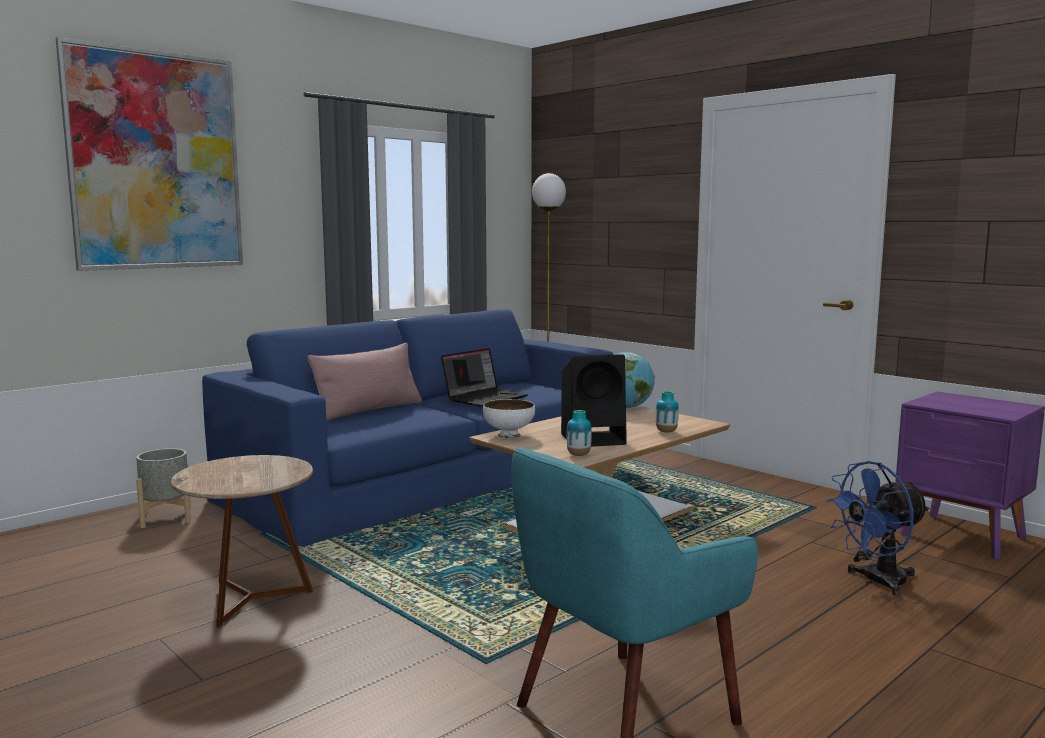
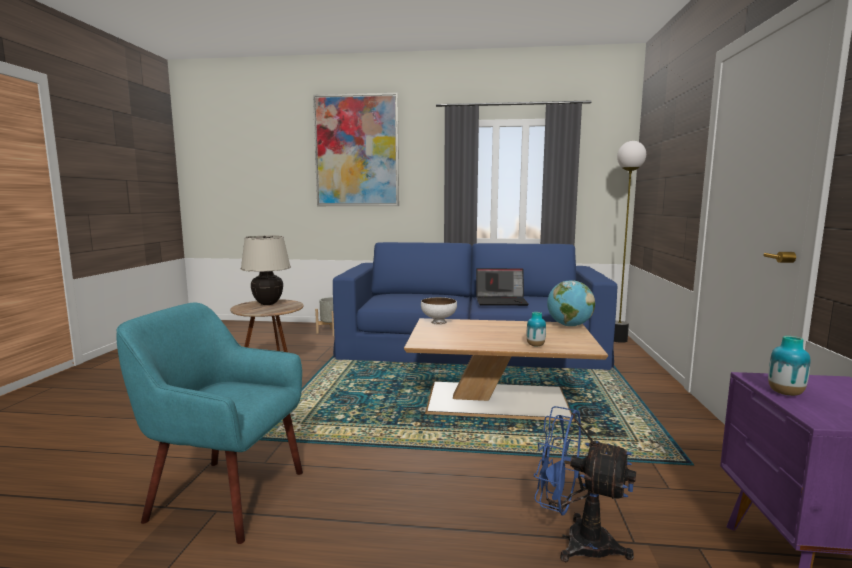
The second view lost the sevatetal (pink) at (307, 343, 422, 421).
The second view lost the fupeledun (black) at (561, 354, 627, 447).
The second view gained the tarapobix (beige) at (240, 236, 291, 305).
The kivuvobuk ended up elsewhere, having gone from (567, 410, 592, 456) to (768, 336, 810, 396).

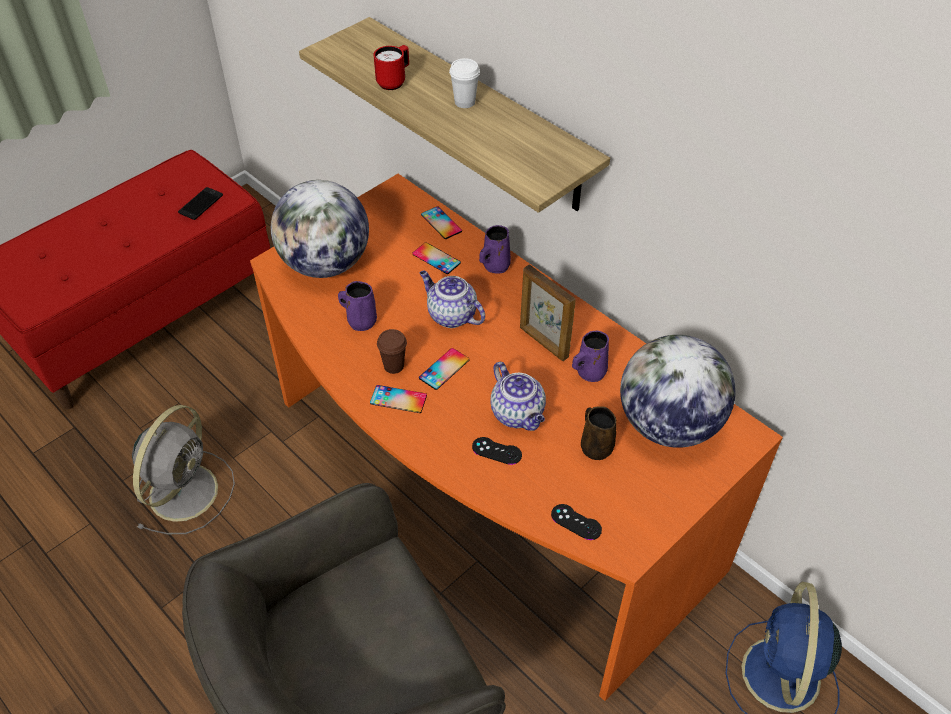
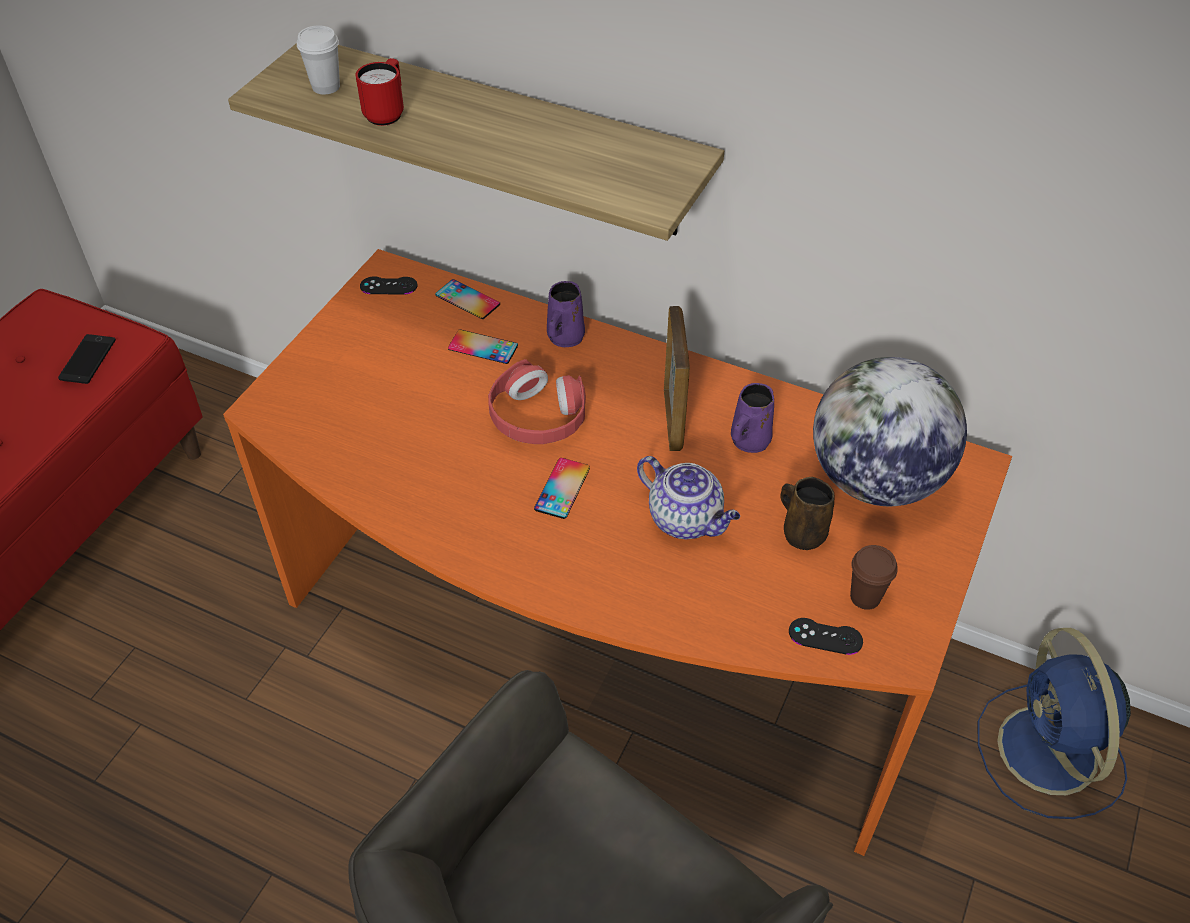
The second view lost the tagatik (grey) at (132, 405, 235, 534).
The second view lost the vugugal at (271, 180, 369, 278).
The second view lost the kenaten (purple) at (338, 281, 377, 331).
The second view lost the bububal at (370, 385, 427, 413).
The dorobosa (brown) ended up elsewhere, having gone from (377, 329, 407, 374) to (850, 545, 898, 610).
The dorobosa (white) ended up elsewhere, having gone from (449, 58, 480, 108) to (297, 25, 340, 95).
The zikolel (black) ended up elsewhere, having gone from (472, 437, 522, 465) to (360, 276, 417, 295).
Where the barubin stood at (420, 271, 485, 328), the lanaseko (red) came to stand at (488, 359, 586, 444).
The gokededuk at (520, 264, 575, 361) ended up facing another way, 120 degrees counterclockwise from before.

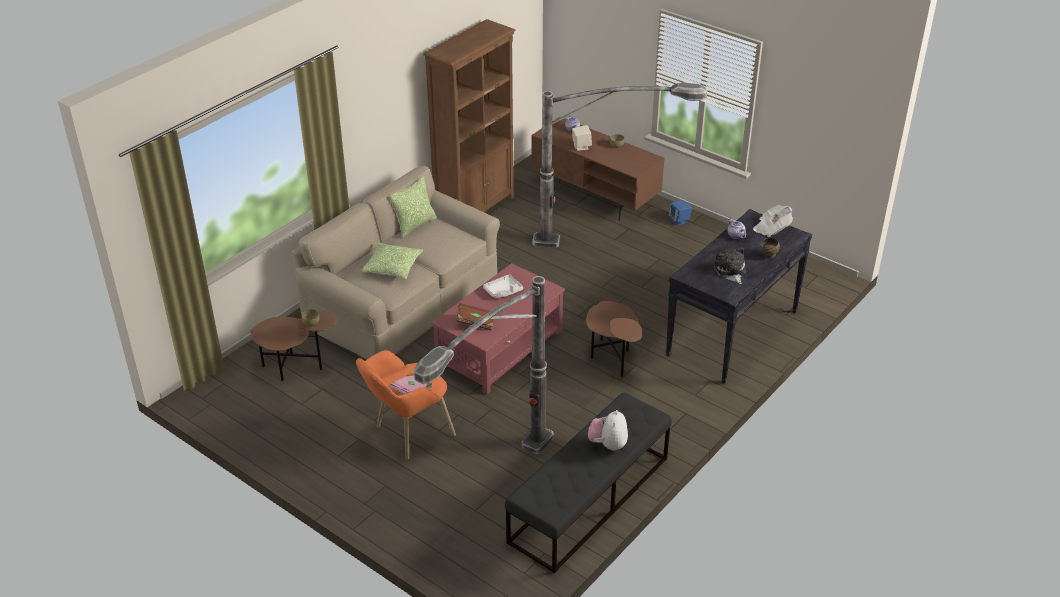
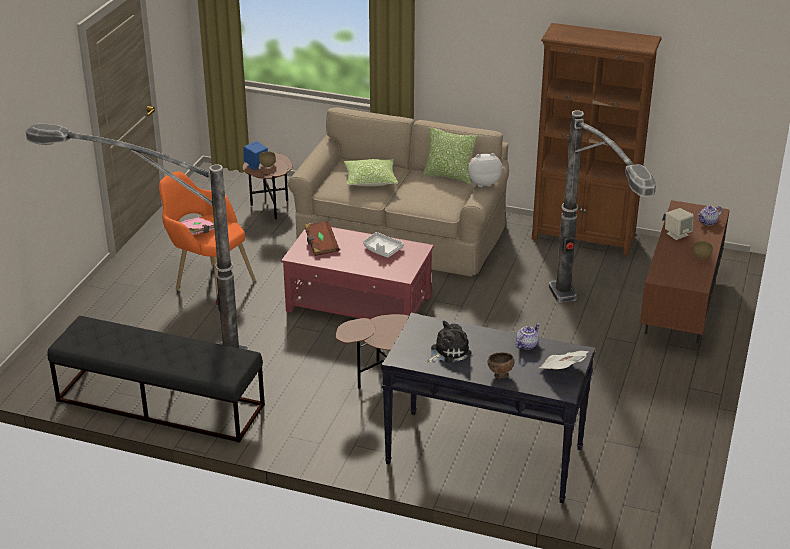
The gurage ended up elsewhere, having gone from (588, 410, 628, 451) to (468, 153, 502, 187).
The fupeledun (blue) ended up elsewhere, having gone from (669, 200, 692, 226) to (244, 141, 268, 170).

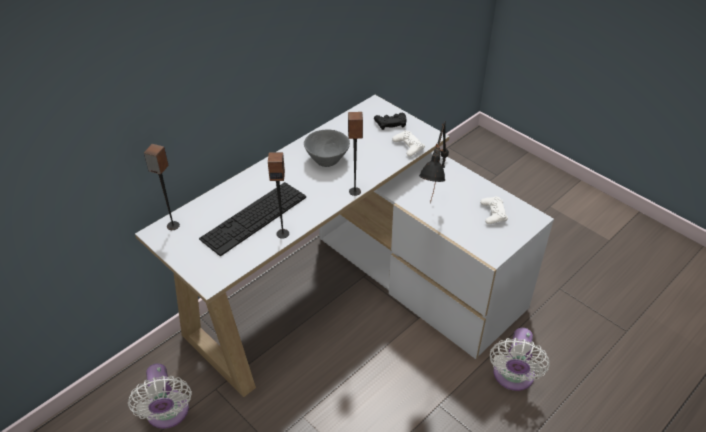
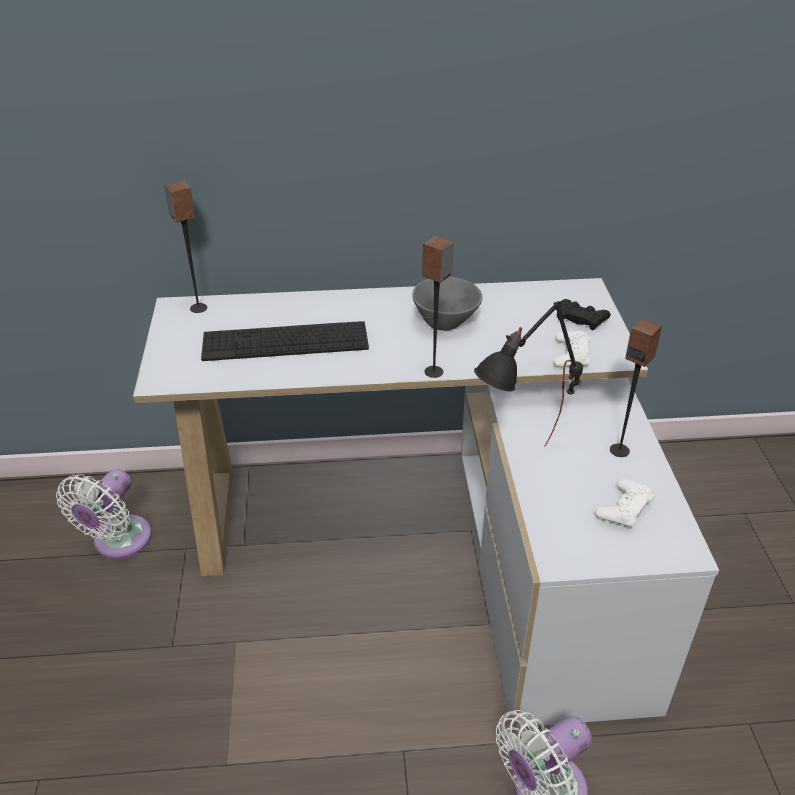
The fupeledun ended up elsewhere, having gone from (268, 152, 289, 239) to (610, 318, 662, 457).

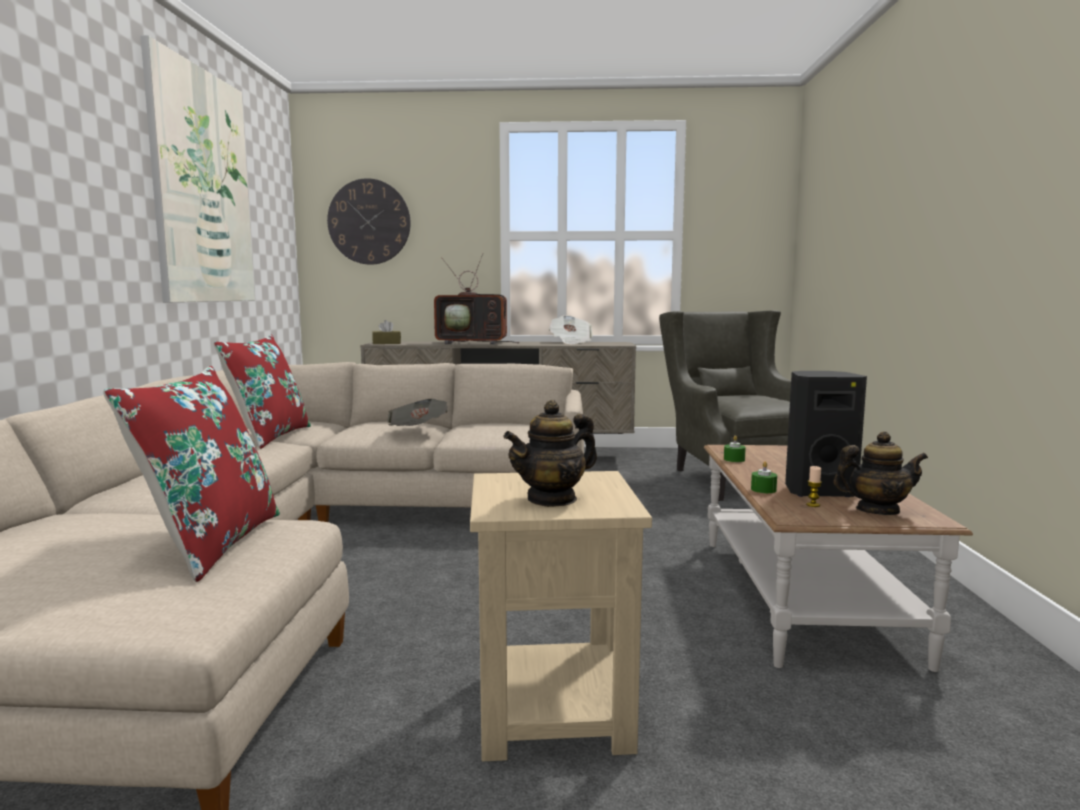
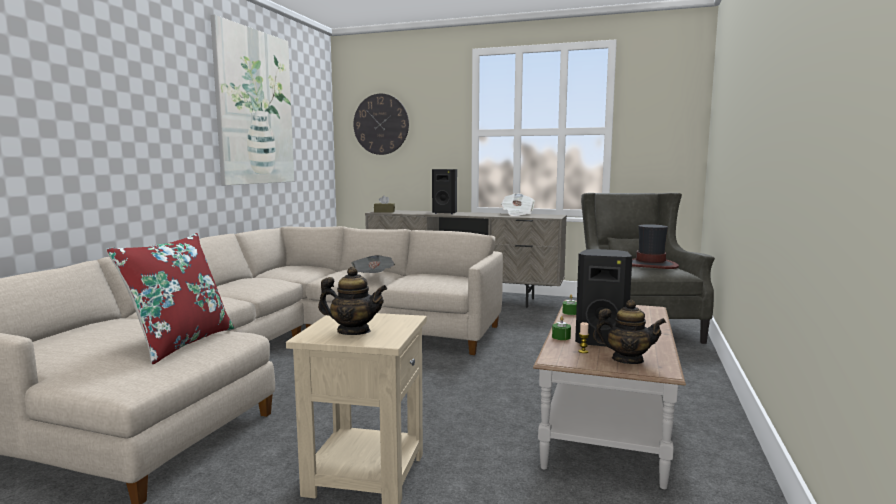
The second view lost the sevatetal (red) at (213, 334, 311, 449).
The second view gained the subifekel at (632, 224, 679, 269).
Where the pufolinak stood at (434, 253, 519, 344), the fupeledun (black) came to stand at (432, 169, 457, 214).
The barubin at (504, 400, 597, 507) ended up facing another way, 150 degrees counterclockwise from before.

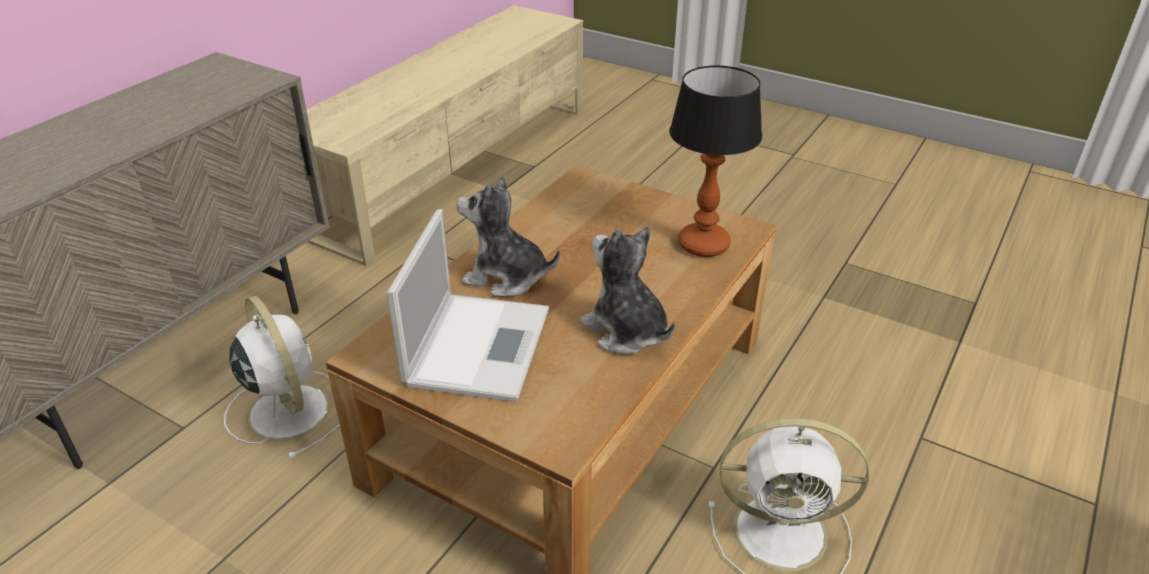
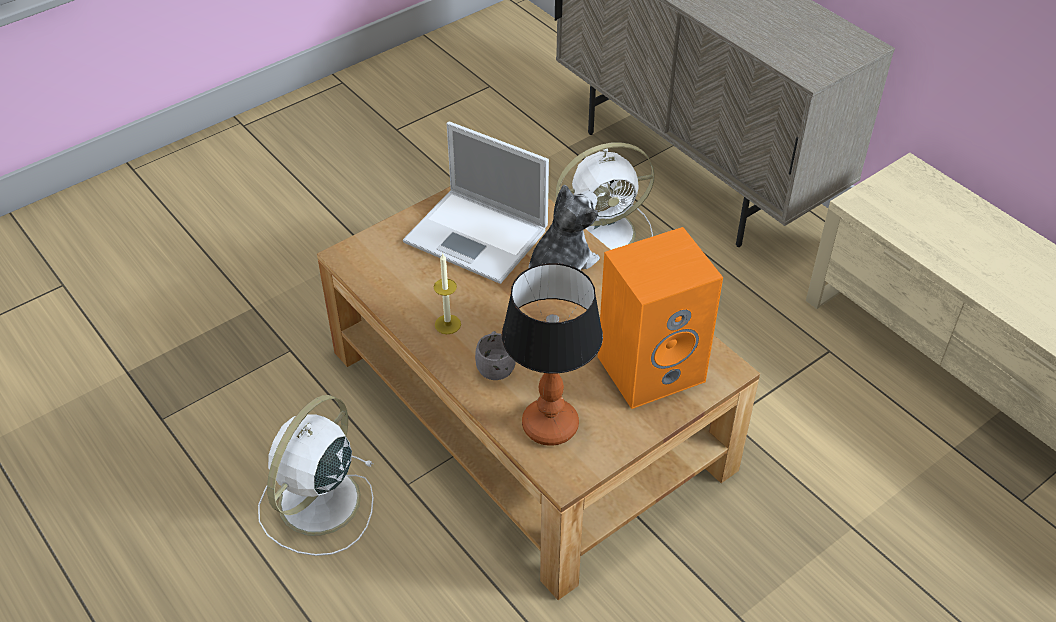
The second view gained the kenaten (grey) at (475, 331, 516, 380).
The second view gained the fupeledun (orange) at (598, 227, 723, 409).
Where the gurage stood at (580, 226, 675, 355), the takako came to stand at (434, 254, 461, 334).

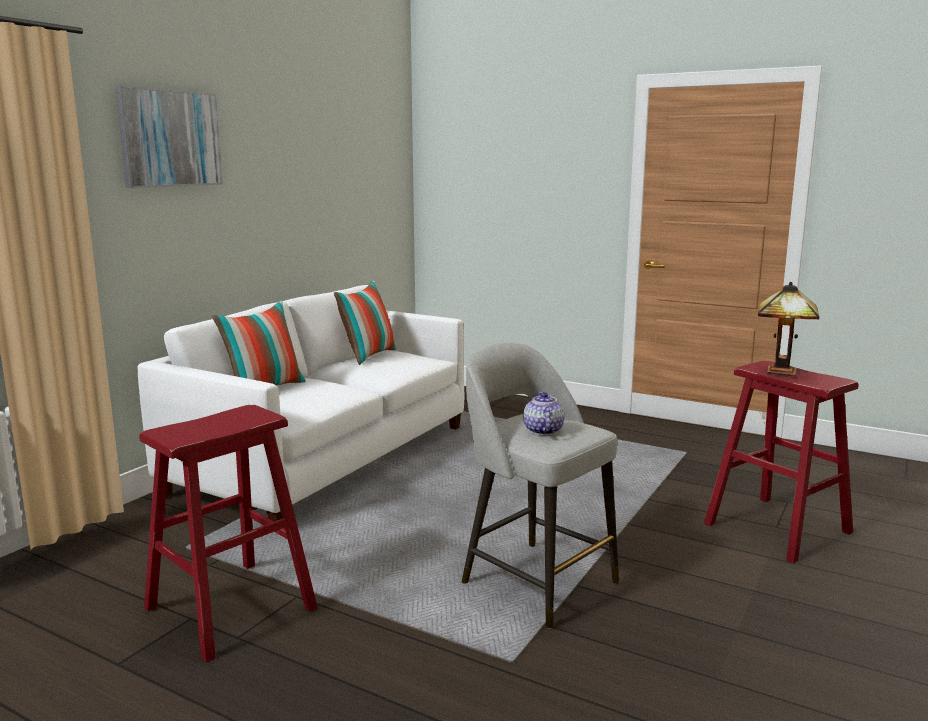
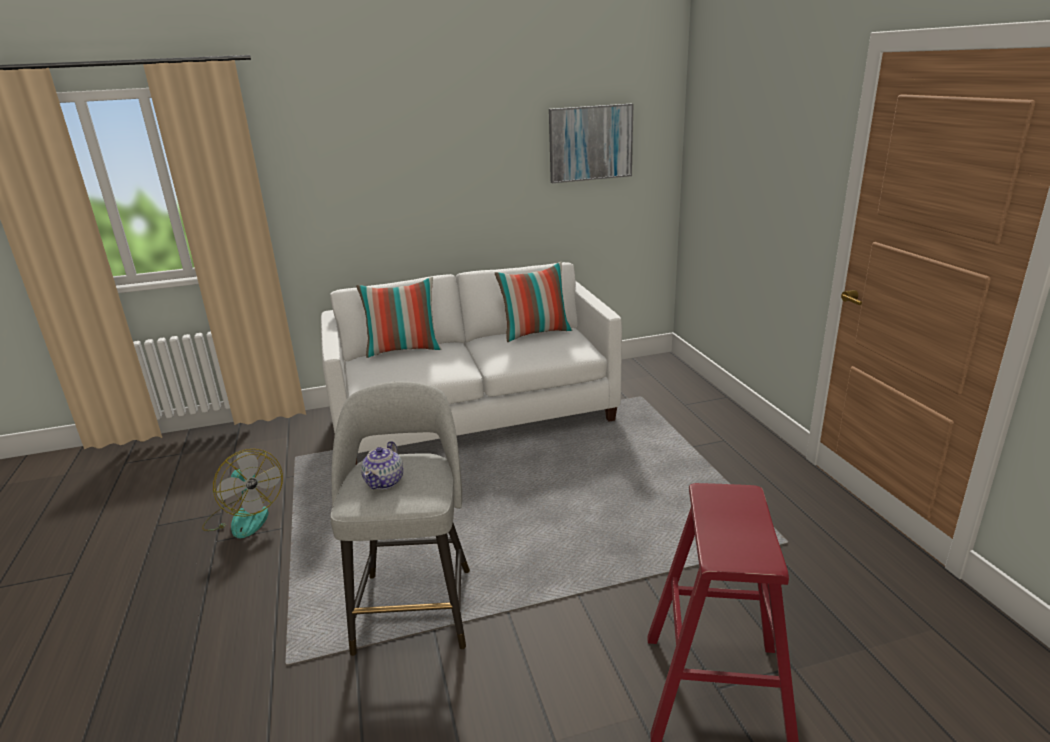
The second view lost the tarapobix at (758, 282, 819, 376).
The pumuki ended up elsewhere, having gone from (115, 85, 223, 188) to (549, 104, 633, 183).
Where the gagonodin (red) stood at (139, 405, 318, 663), the tagatik came to stand at (202, 449, 283, 538).
The barubin at (523, 392, 565, 435) ended up facing another way, 150 degrees clockwise from before.

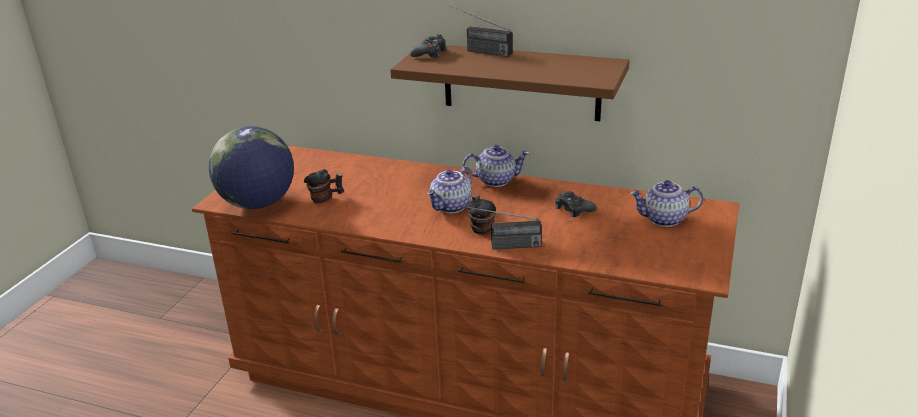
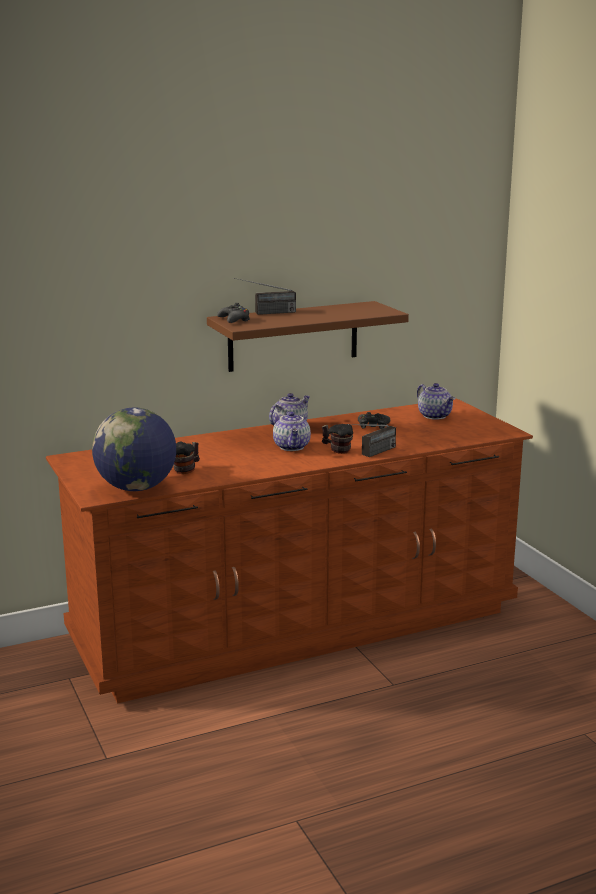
The barubin at (630, 180, 703, 227) ended up facing another way, 75 degrees counterclockwise from before.

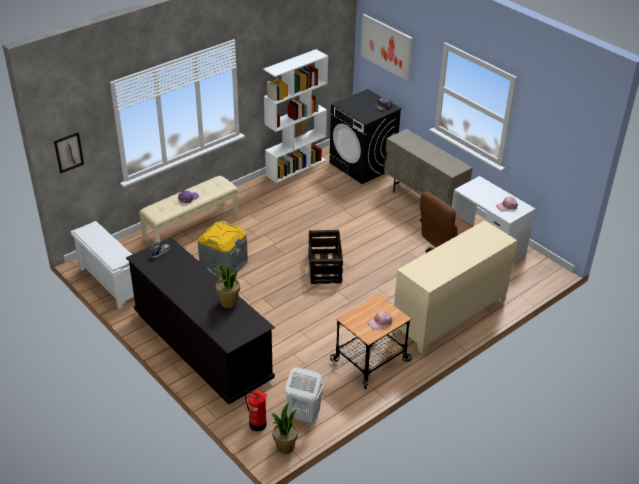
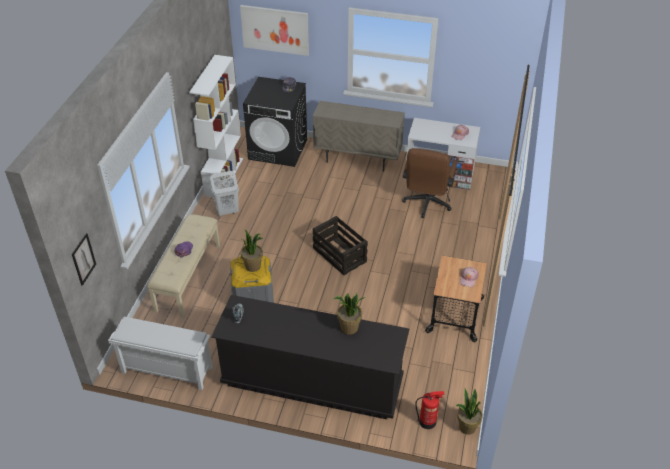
The second view lost the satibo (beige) at (393, 220, 517, 354).
The second view gained the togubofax at (241, 230, 263, 272).
The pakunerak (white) ended up elsewhere, having gone from (286, 367, 324, 424) to (210, 171, 239, 217).

